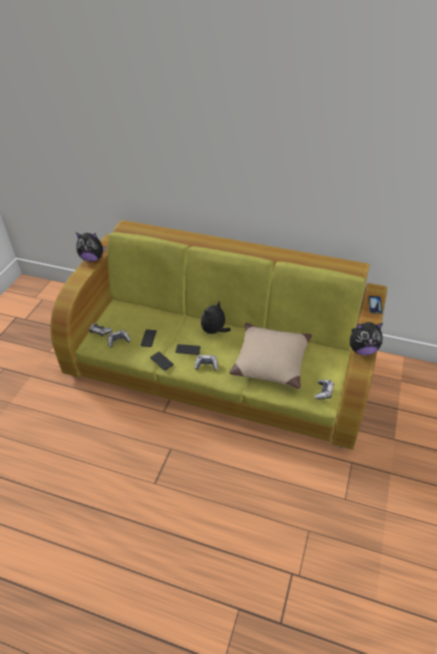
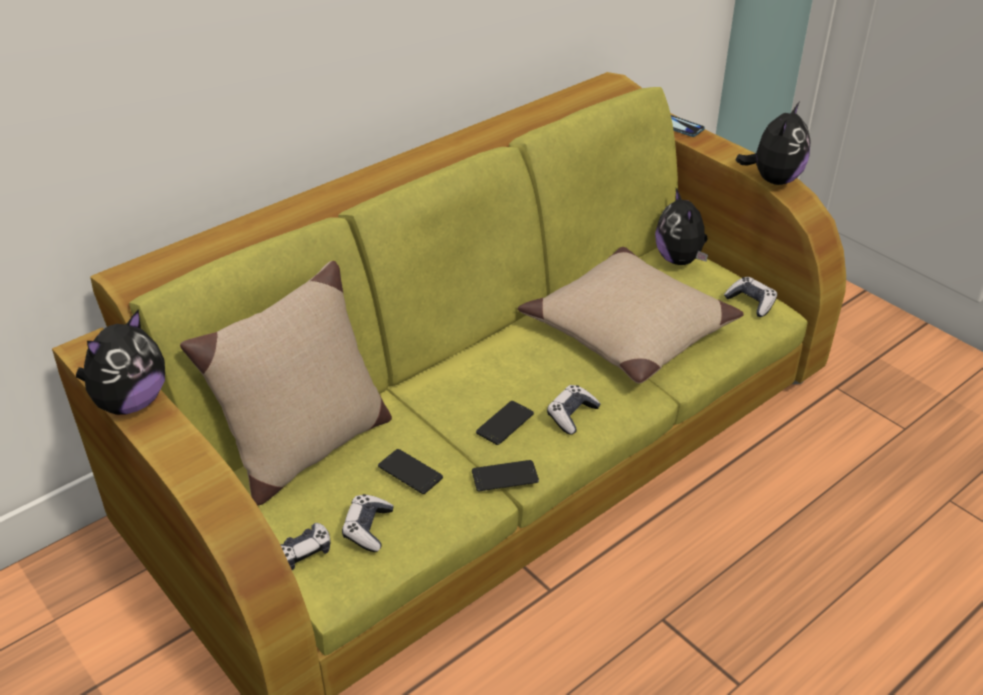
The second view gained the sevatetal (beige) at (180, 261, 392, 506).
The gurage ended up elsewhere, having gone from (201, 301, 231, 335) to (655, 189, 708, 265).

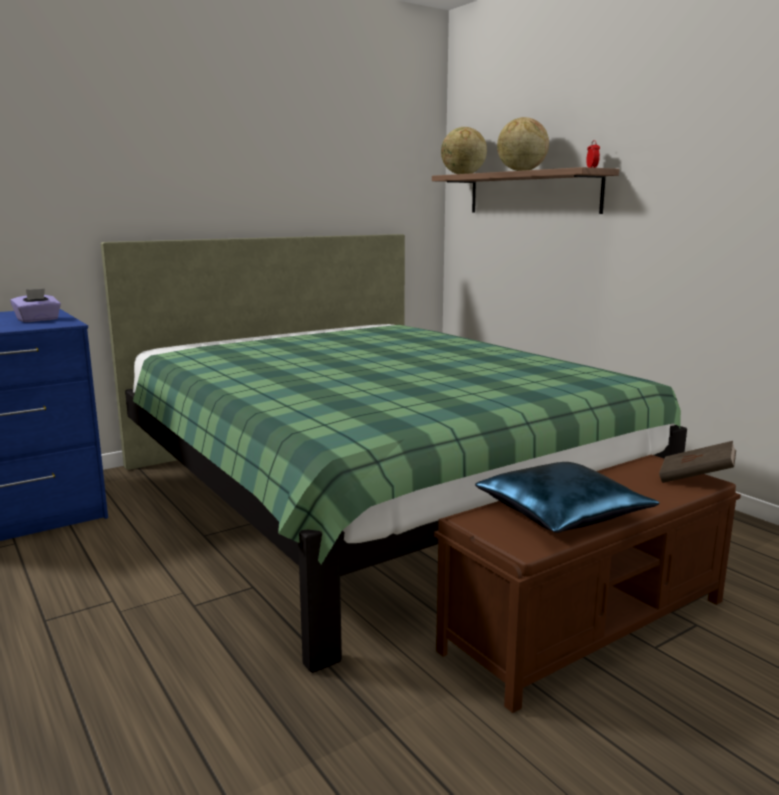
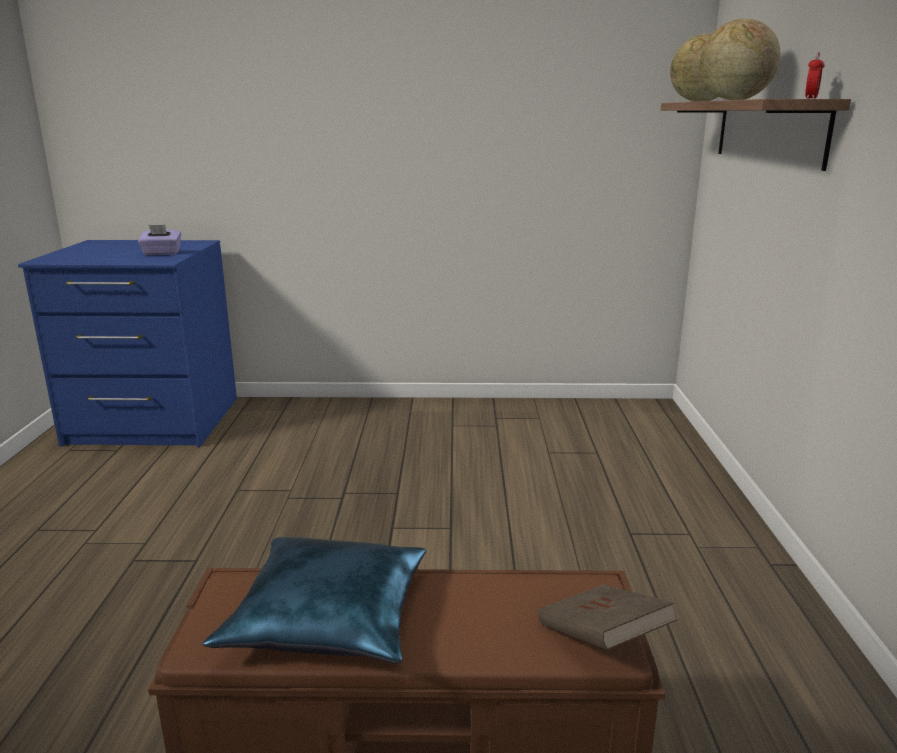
The second view lost the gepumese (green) at (101, 234, 687, 673).

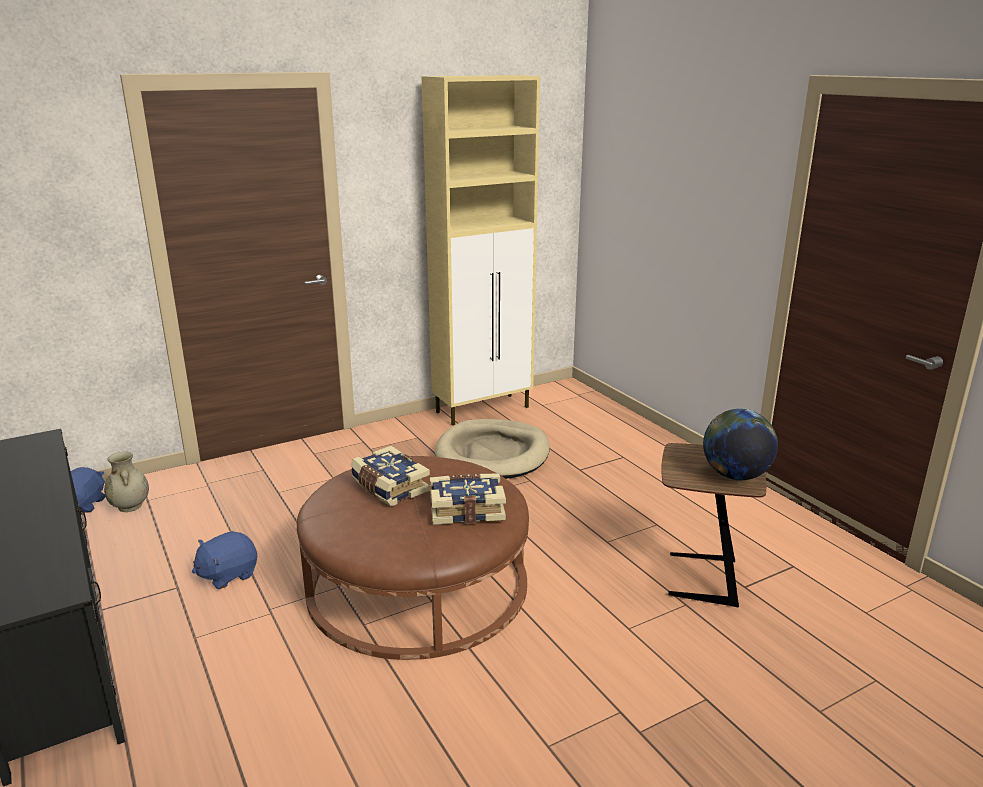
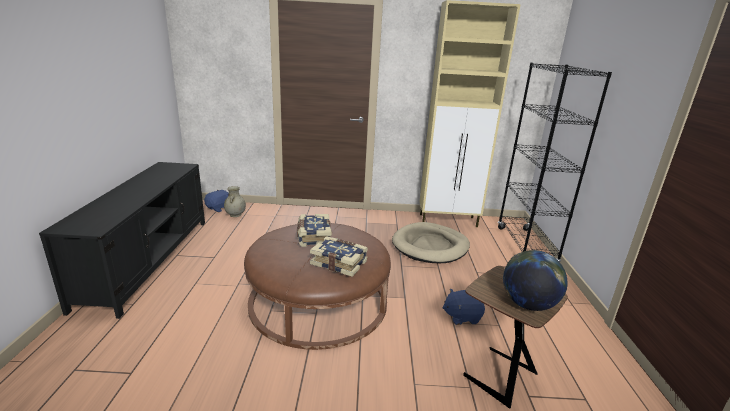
The second view gained the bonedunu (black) at (498, 63, 612, 262).
The gurage (blue) ended up elsewhere, having gone from (192, 531, 257, 589) to (442, 289, 485, 325).

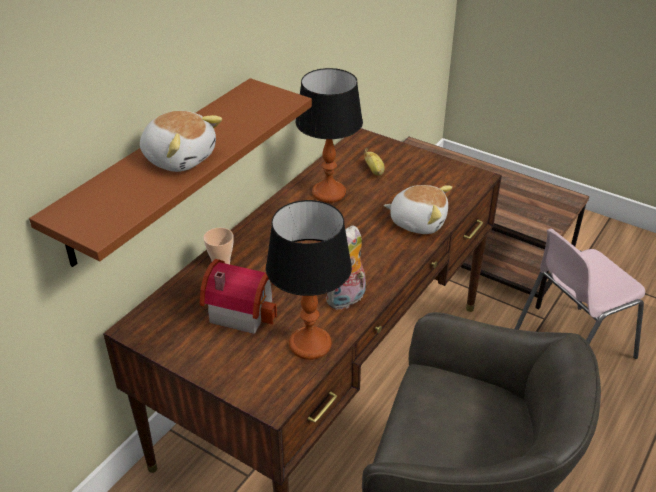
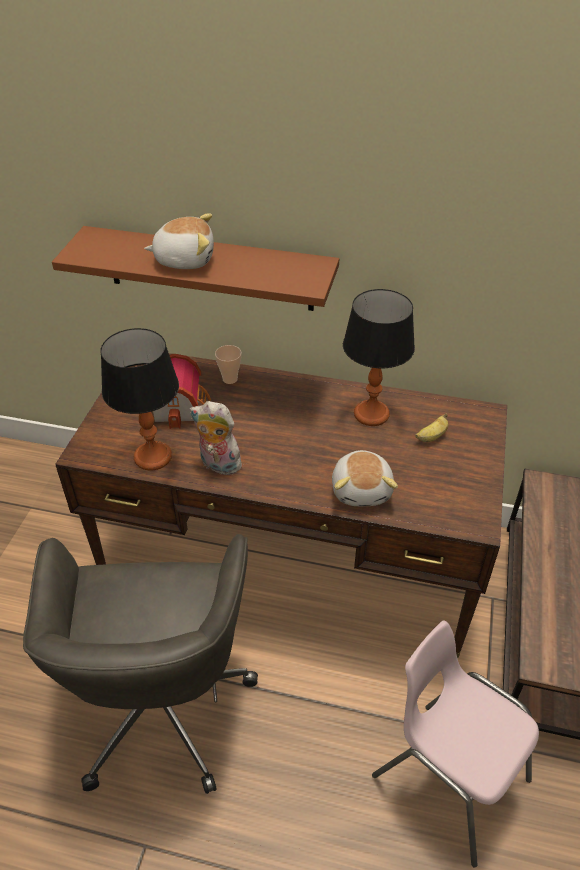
The gurage at (140, 111, 222, 172) ended up facing another way, 105 degrees counterclockwise from before.

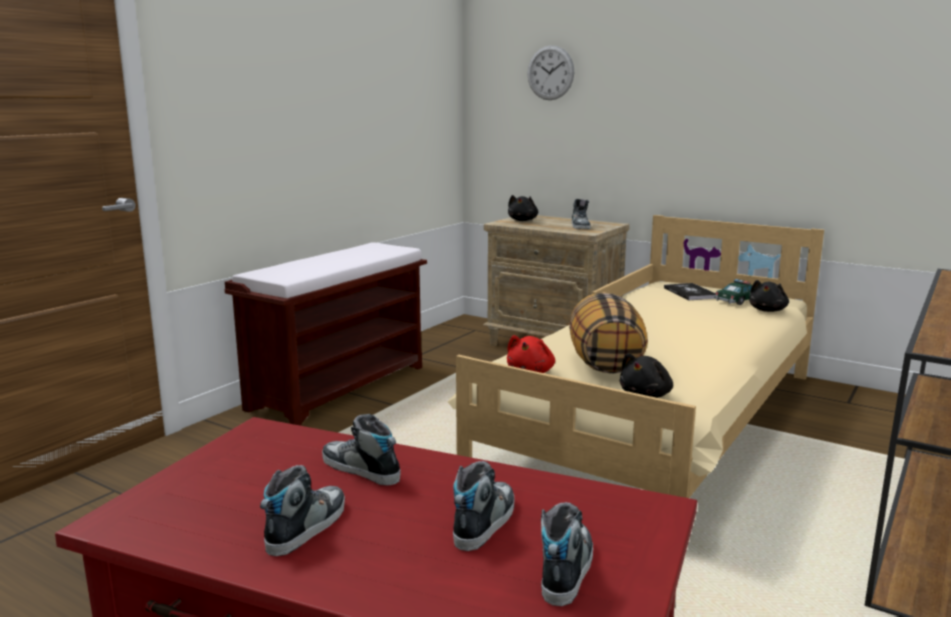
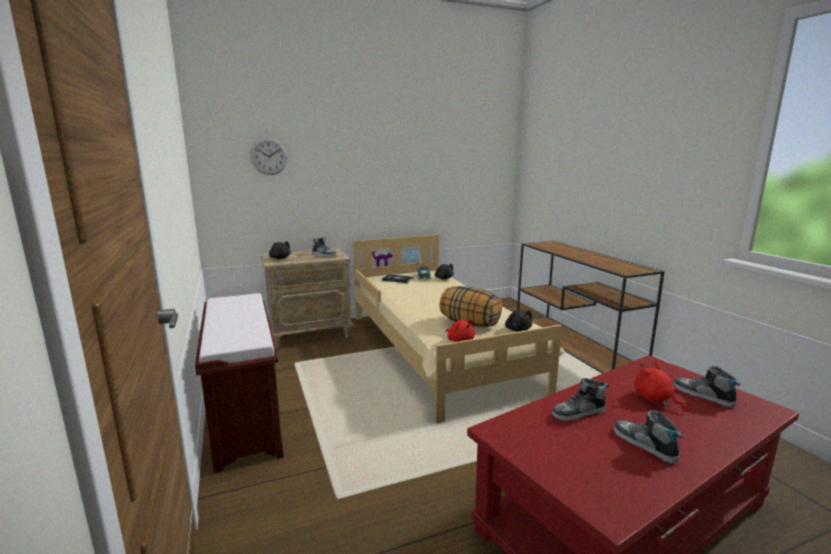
Where the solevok stood at (453, 461, 514, 551), the gurage (red) came to stand at (634, 362, 688, 410).

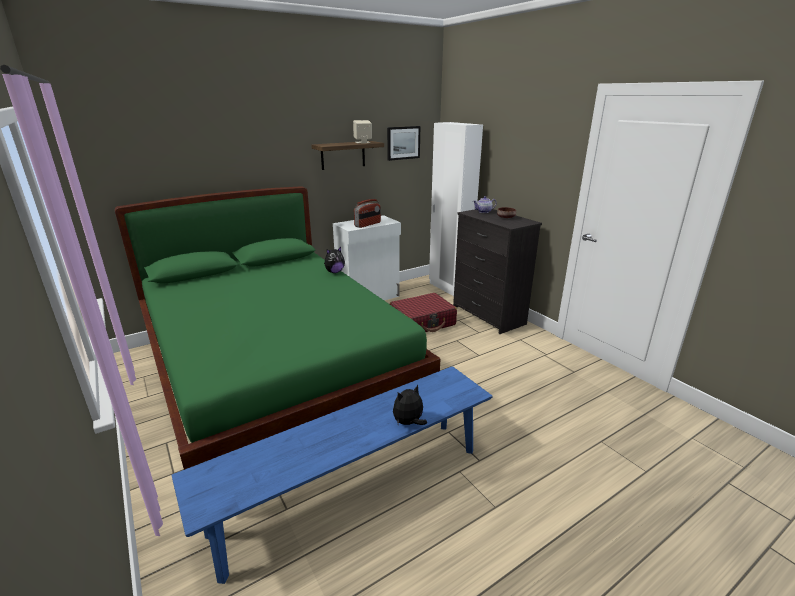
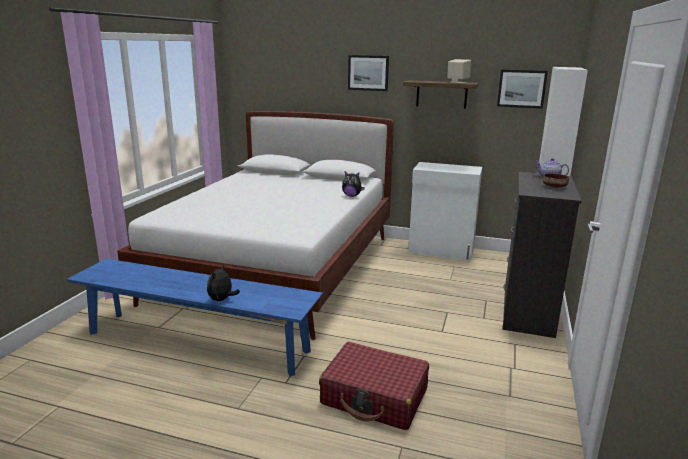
The second view lost the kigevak at (354, 199, 381, 228).
The second view gained the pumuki at (348, 55, 389, 91).
The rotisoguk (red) ended up elsewhere, having gone from (390, 293, 457, 332) to (319, 342, 429, 430).
What was the gepumese (green) at (115, 186, 441, 470) turned into the gepumese (white) at (117, 111, 394, 340).
The gurage at (393, 385, 427, 425) ended up facing another way, 90 degrees counterclockwise from before.

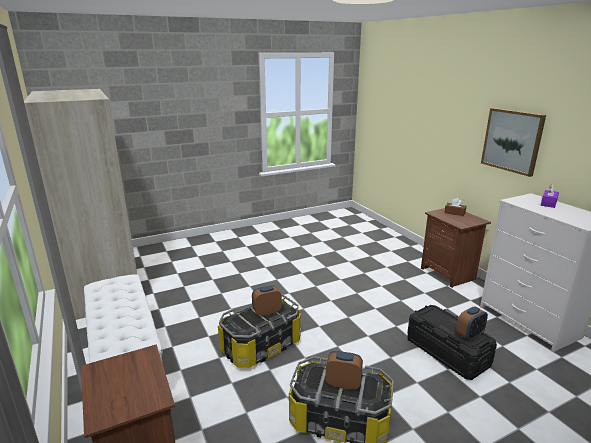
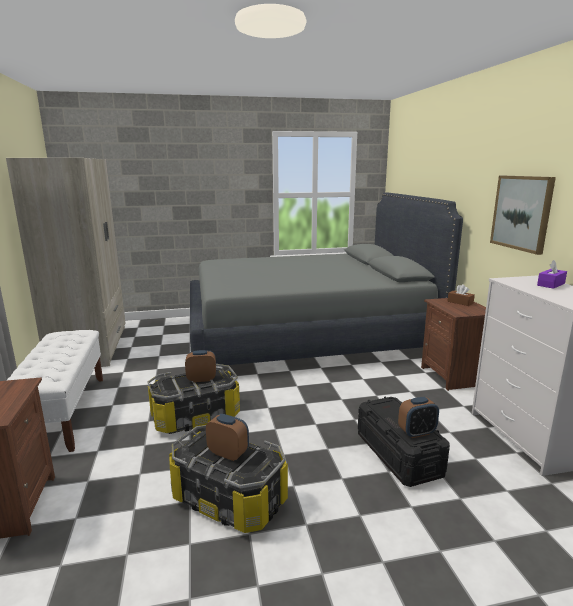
The second view gained the gepumese (grey) at (190, 192, 463, 365).

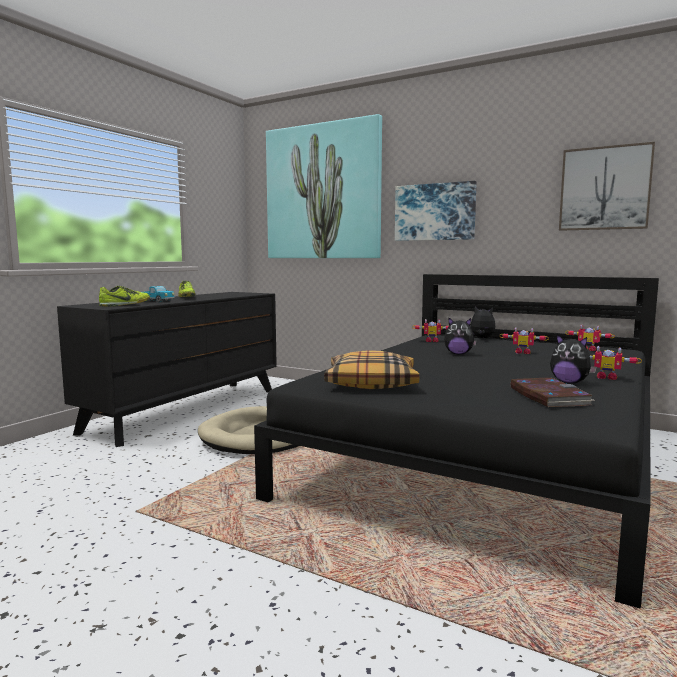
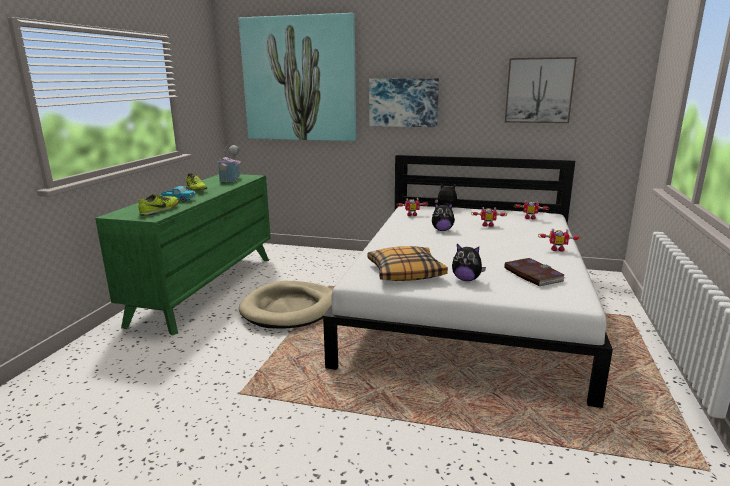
The second view gained the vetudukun at (217, 145, 240, 183).
The gurage ended up elsewhere, having gone from (550, 334, 597, 383) to (452, 244, 486, 281).
What was the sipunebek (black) at (57, 292, 277, 447) turned into the sipunebek (green) at (95, 174, 271, 335).
What was the gepumese (black) at (254, 274, 659, 609) turned into the gepumese (white) at (323, 155, 613, 408).

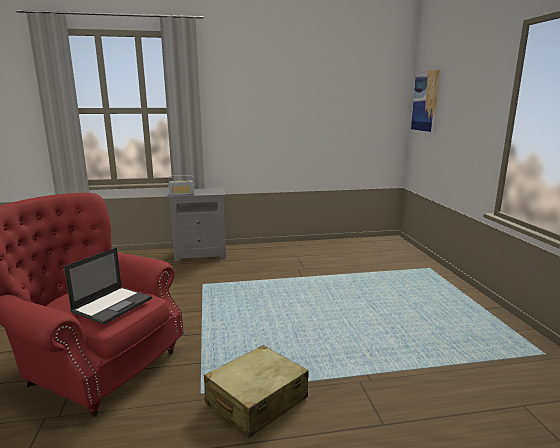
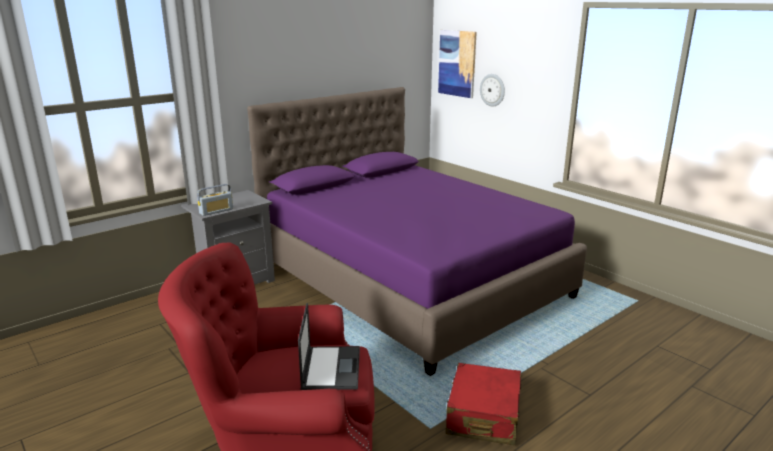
The second view gained the gepumese (purple) at (247, 87, 587, 376).
The second view gained the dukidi at (480, 74, 505, 107).
What was the rotisoguk (beige) at (204, 345, 308, 438) turned into the rotisoguk (red) at (446, 363, 521, 445).

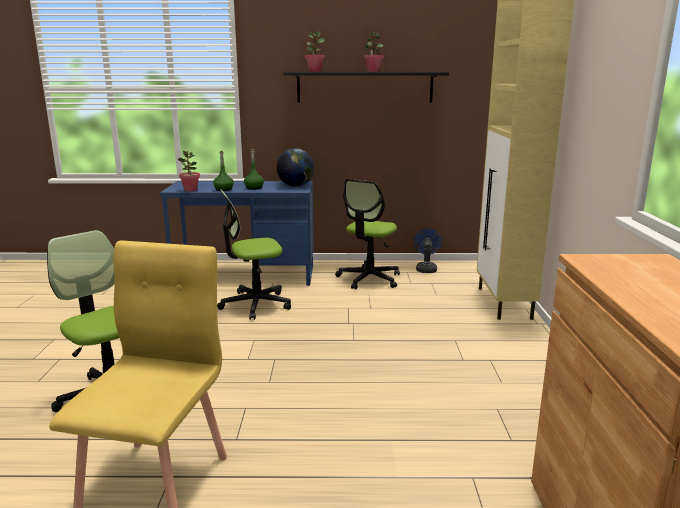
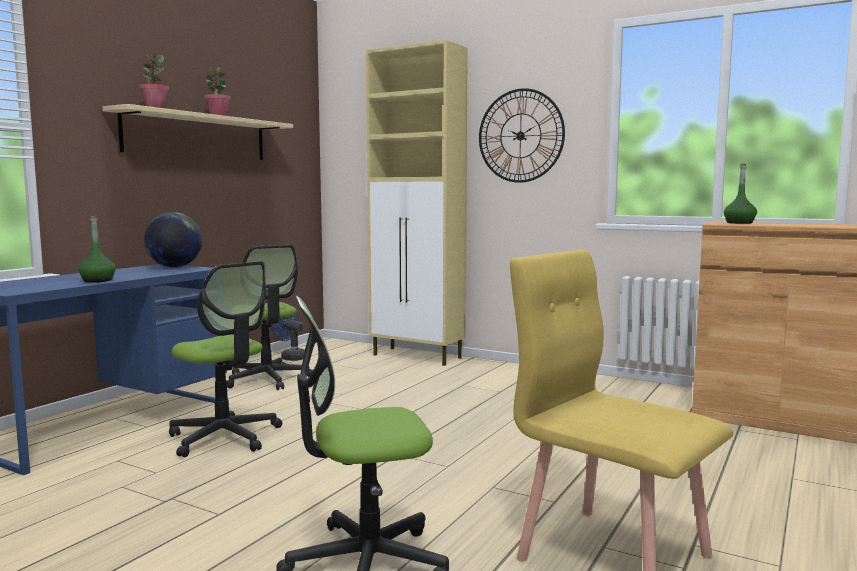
The second view lost the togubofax at (178, 151, 200, 191).
The second view gained the dukidi at (479, 88, 565, 183).
The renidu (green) ended up elsewhere, having gone from (244, 150, 264, 190) to (724, 164, 757, 224).
What was the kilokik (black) at (283, 72, 449, 102) turned into the kilokik (beige) at (103, 104, 293, 160).
The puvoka at (217, 189, 291, 320) ended up facing another way, 60 degrees counterclockwise from before.

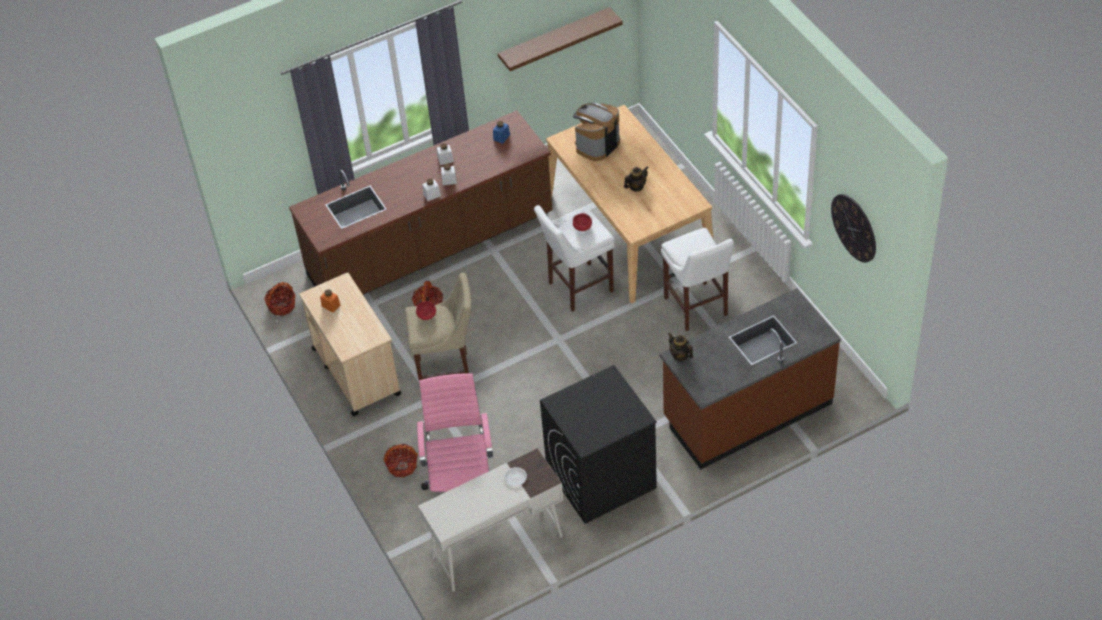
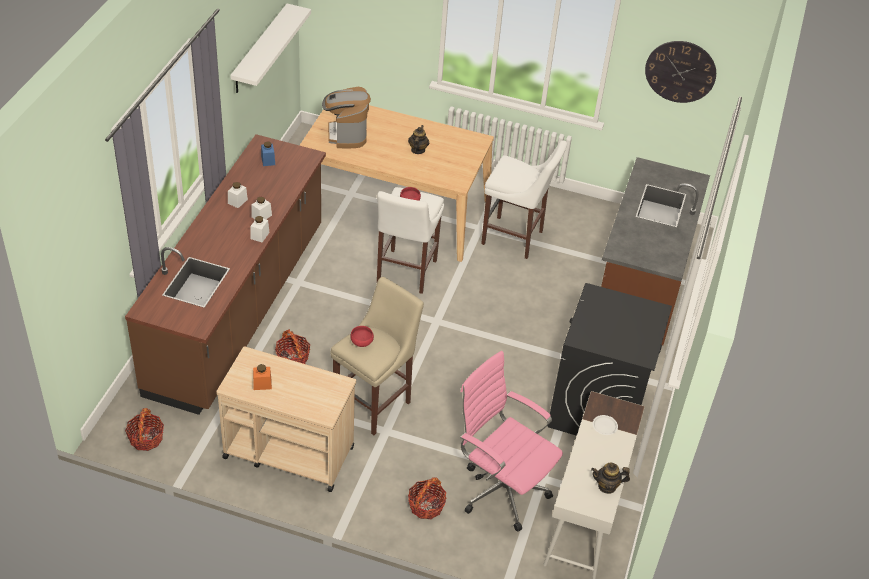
The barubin ended up elsewhere, having gone from (668, 333, 693, 361) to (591, 463, 630, 494).
What was the kilokik (brown) at (498, 7, 623, 71) turned into the kilokik (white) at (230, 4, 311, 93).

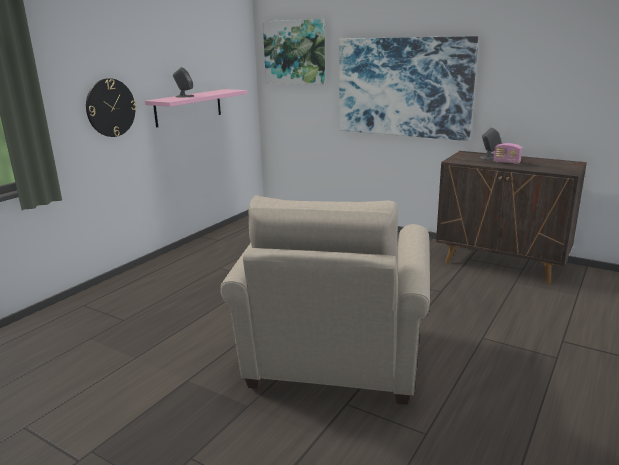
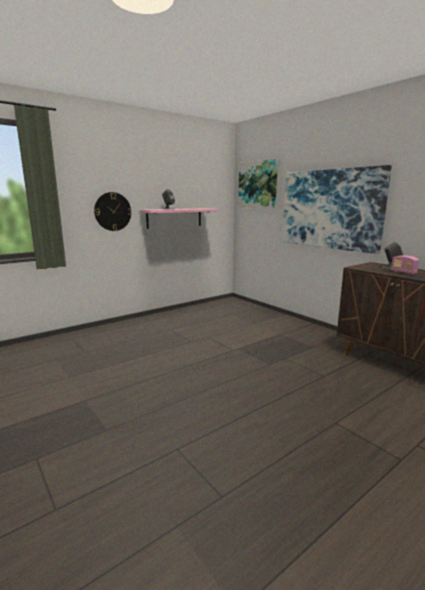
The second view lost the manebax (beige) at (220, 195, 430, 405).

